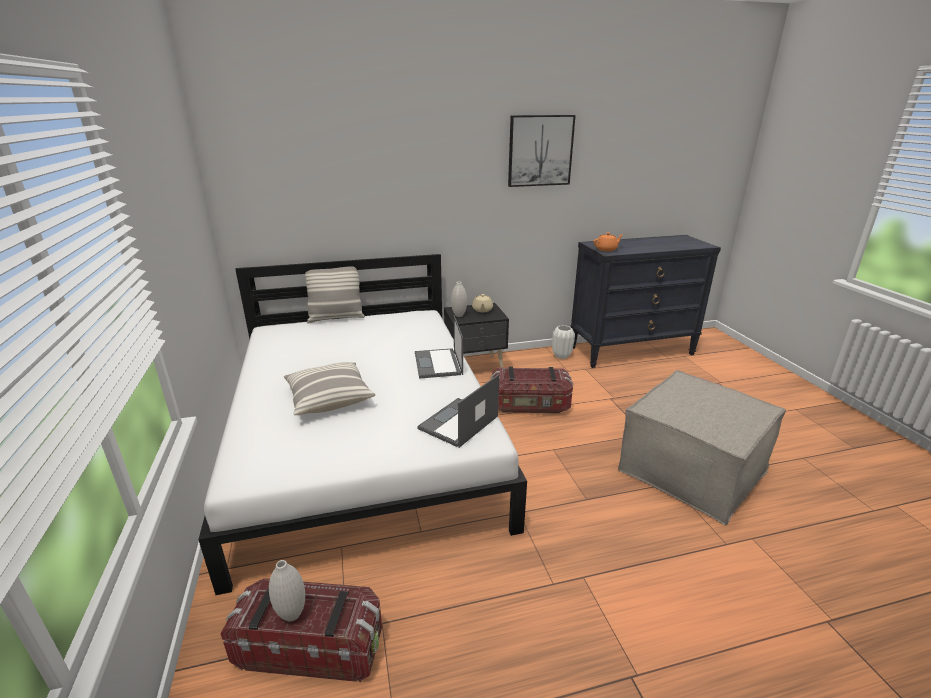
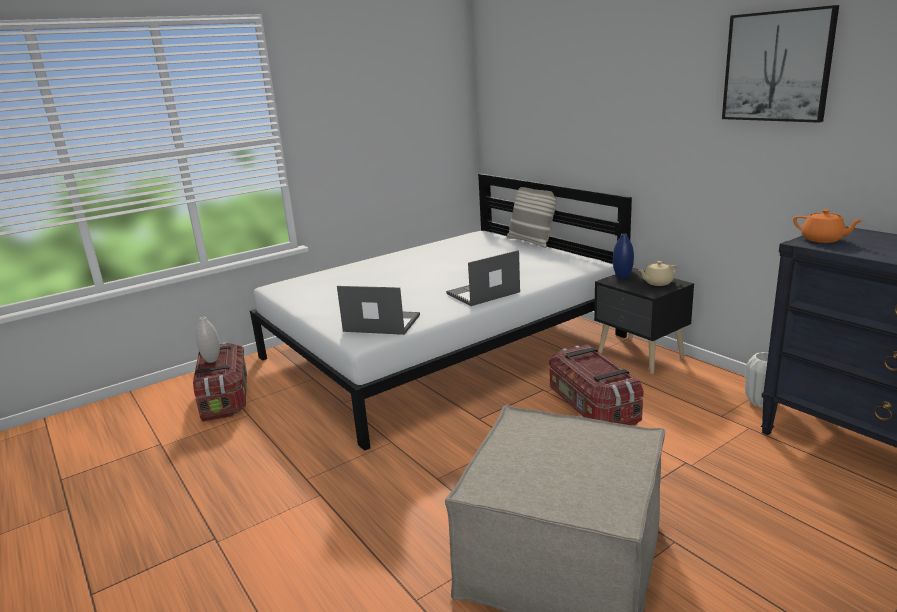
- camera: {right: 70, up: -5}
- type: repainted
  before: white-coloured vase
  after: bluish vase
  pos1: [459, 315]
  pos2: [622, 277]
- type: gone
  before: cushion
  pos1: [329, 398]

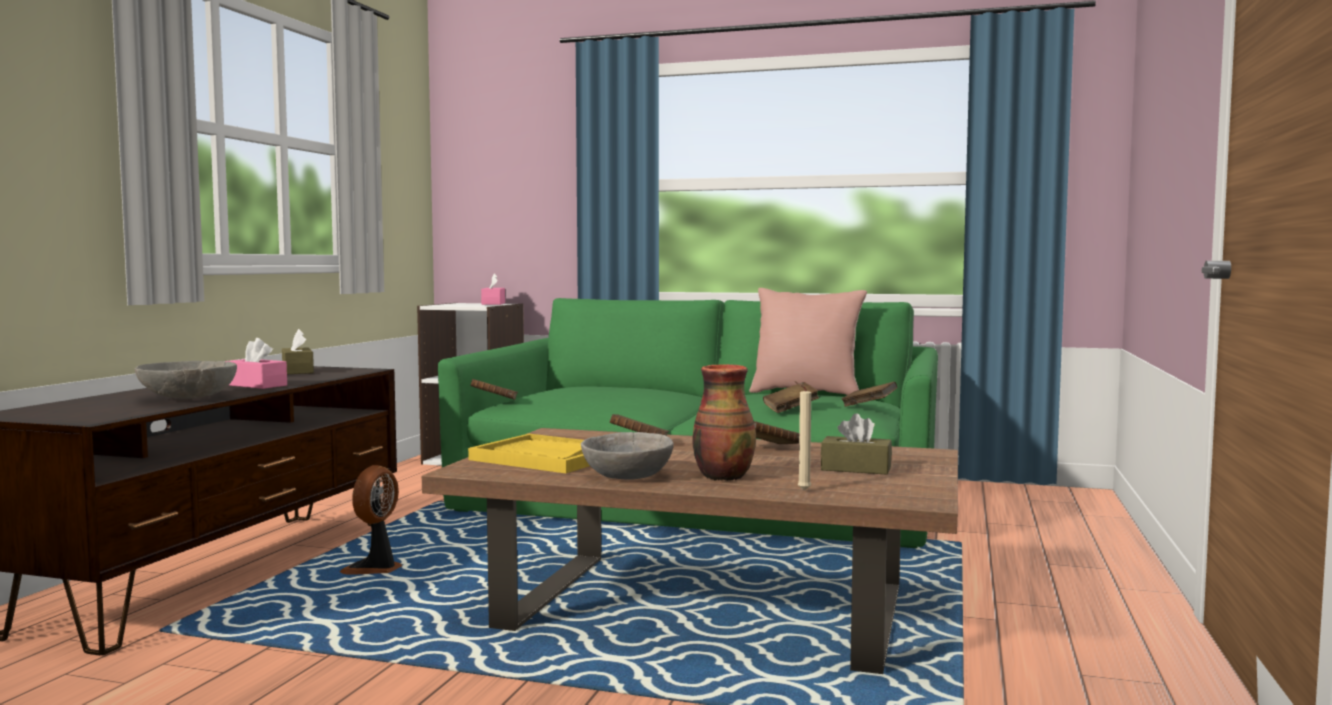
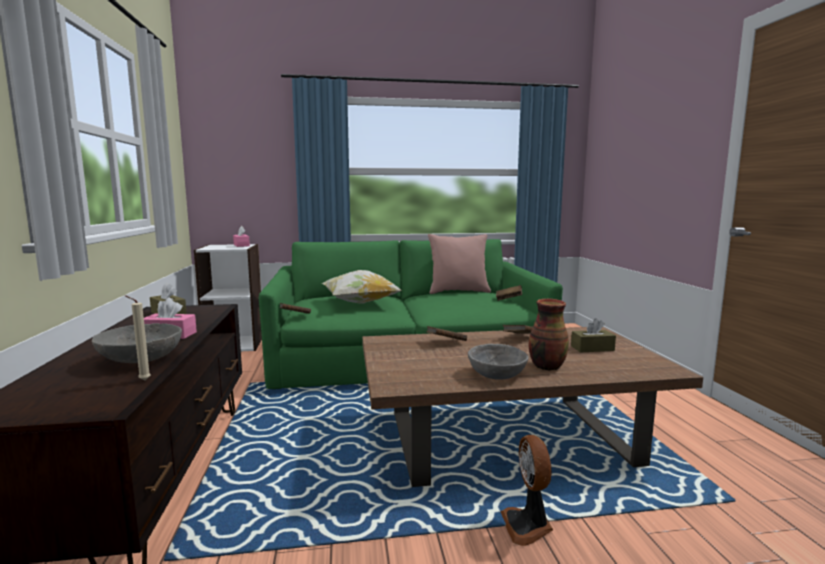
- camera: {right: -25, up: 5}
- type: shifted
  before: beige candle
  pos1: [801, 490]
  pos2: [142, 380]
- type: gone
  before: brown bound book
  pos1: [790, 410]
- type: gone
  before: yellowish carrying tray
  pos1: [545, 458]
- type: shifted
  before: fan
  pos1: [375, 569]
  pos2: [527, 526]
- type: new
  after: cushion
  pos2: [360, 303]

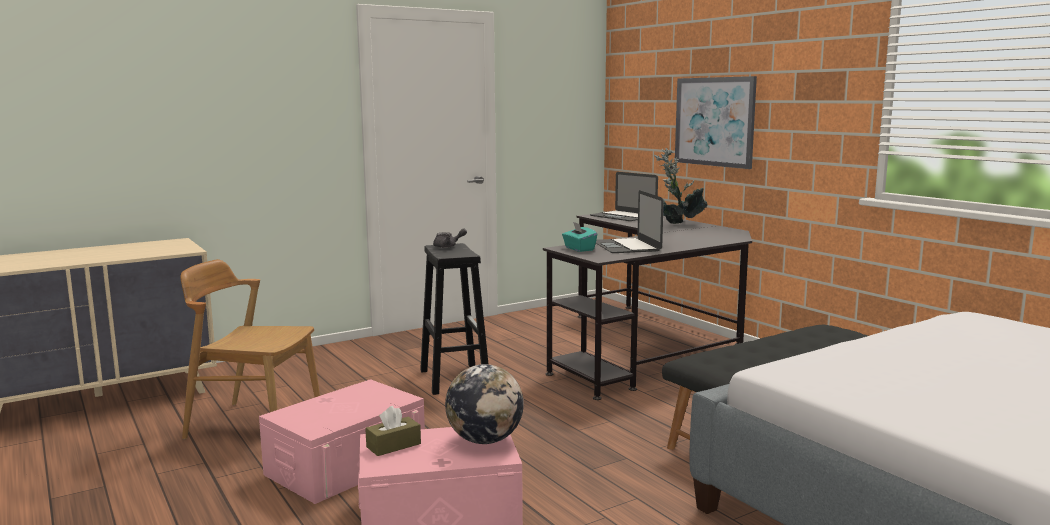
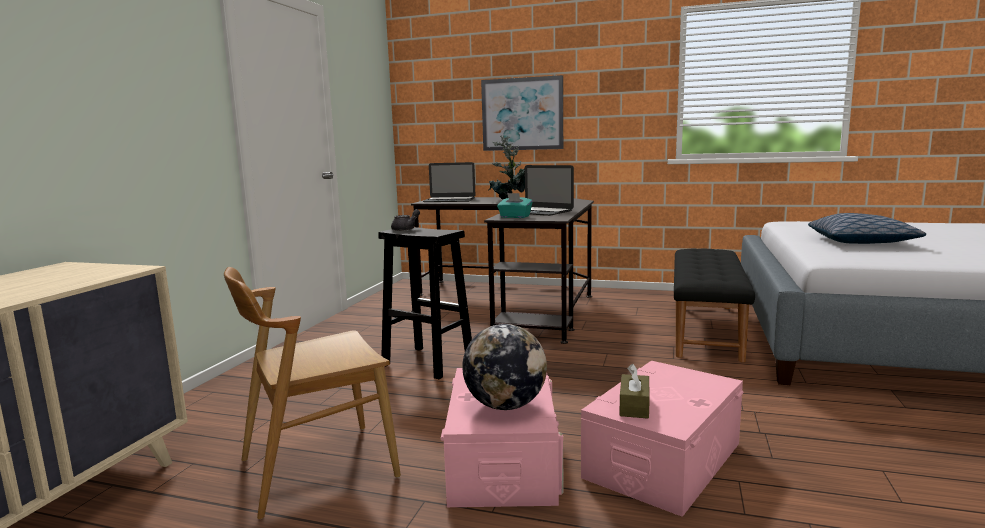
- camera: {right: -40, up: 0}
- type: shifted
  before: globe
  pos1: [485, 440]
  pos2: [505, 405]
- type: new
  after: cushion
  pos2: [861, 242]

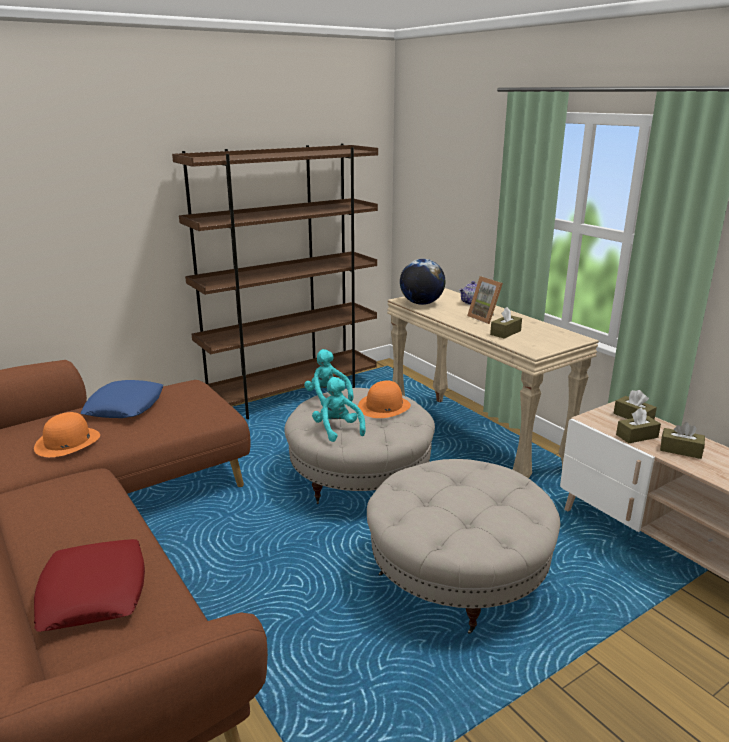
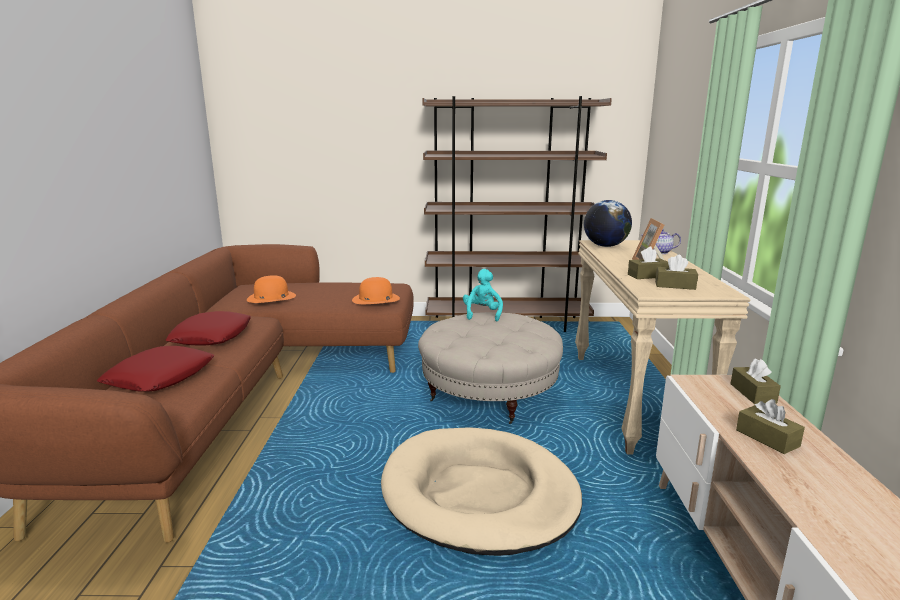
- camera: {right: 35, up: -5}
- type: gone
  before: turquoise soft toy
  pos1: [337, 429]
- type: gone
  before: bluish cushion
  pos1: [125, 406]
- type: shifted
  before: orange-coloured wearable hat
  pos1: [384, 406]
  pos2: [375, 299]
- type: shifted
  before: brown box of tissues
  pos1: [637, 436]
  pos2: [675, 285]
- type: swapped
  before: beige ottoman
  after: beige pet bed
  pos1: [458, 574]
  pos2: [479, 494]
- type: new
  after: reddish cushion
  pos2: [211, 336]

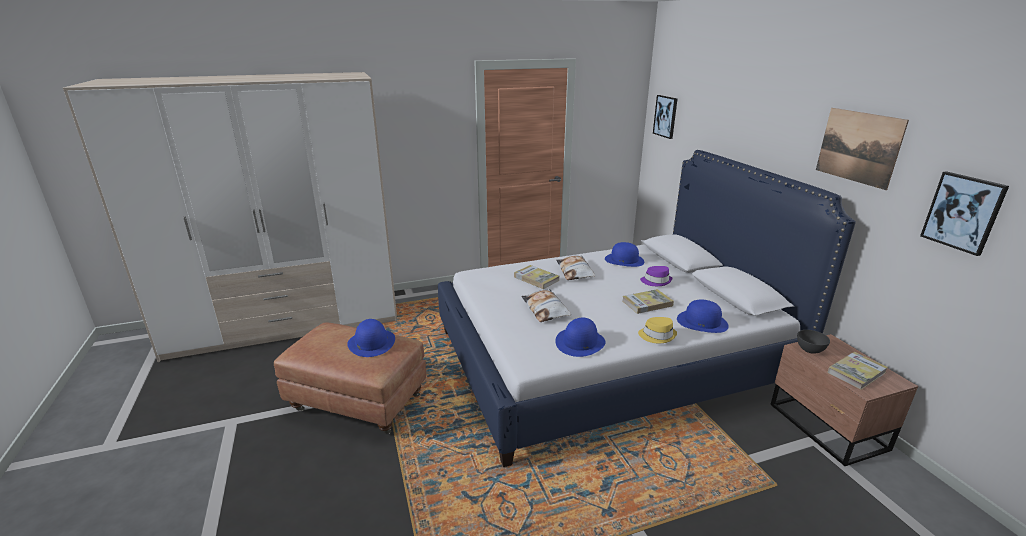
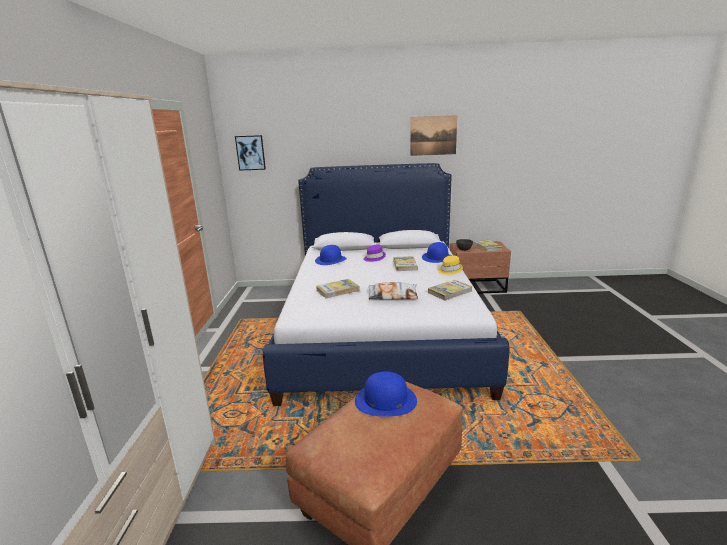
- camera: {right: -70, up: -5}
- type: gone
  before: wall art
  pos1: [963, 212]
- type: gone
  before: cushion
  pos1: [575, 271]
- type: swapped
  before: bluish wearable hat
  after: bound book
  pos1: [580, 342]
  pos2: [450, 292]

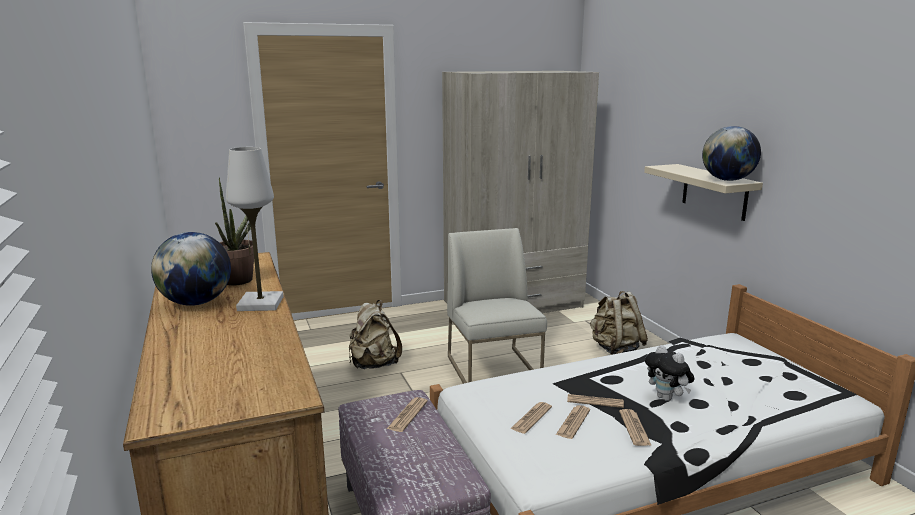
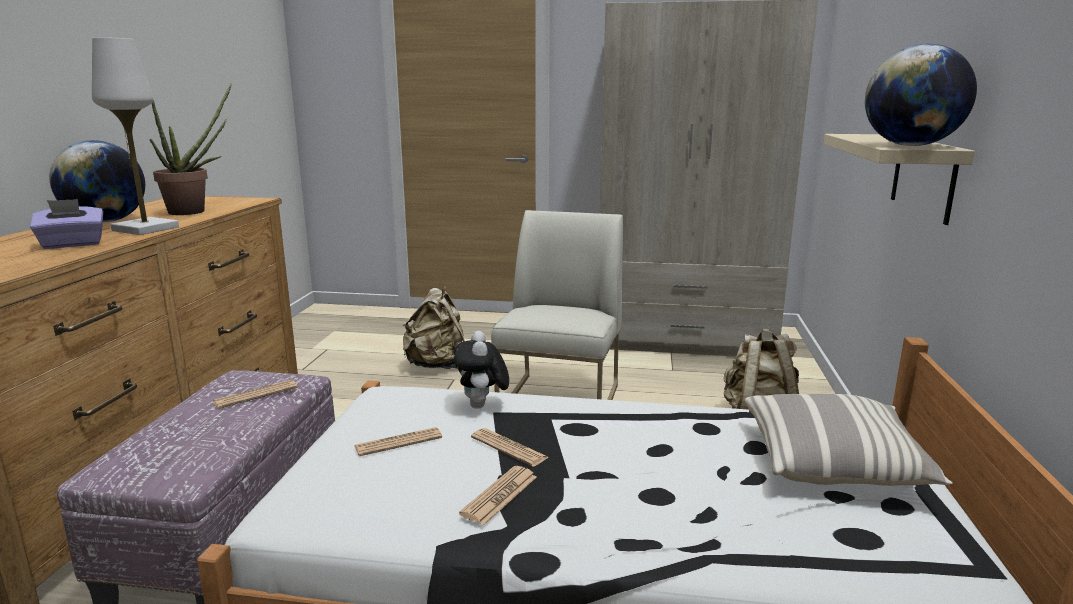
- camera: {right: 30, up: 0}
- type: shifted
  before: soft toy
  pos1: [667, 398]
  pos2: [482, 406]
- type: gone
  before: newspaper
  pos1: [573, 422]
- type: new
  after: purplish box of tissues
  pos2: [72, 244]
- type: new
  after: cushion
  pos2: [833, 463]

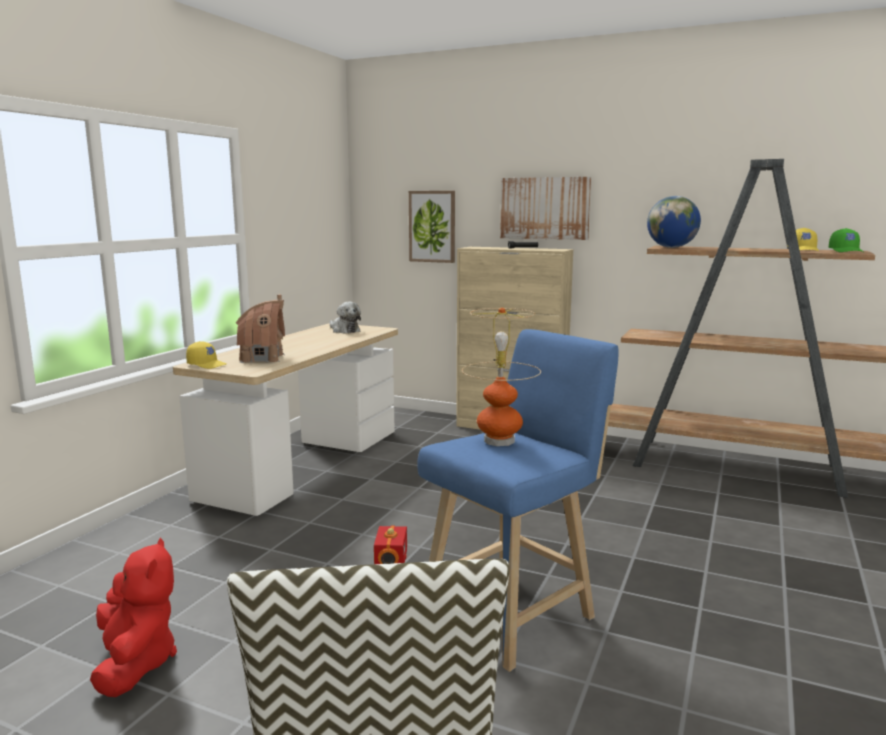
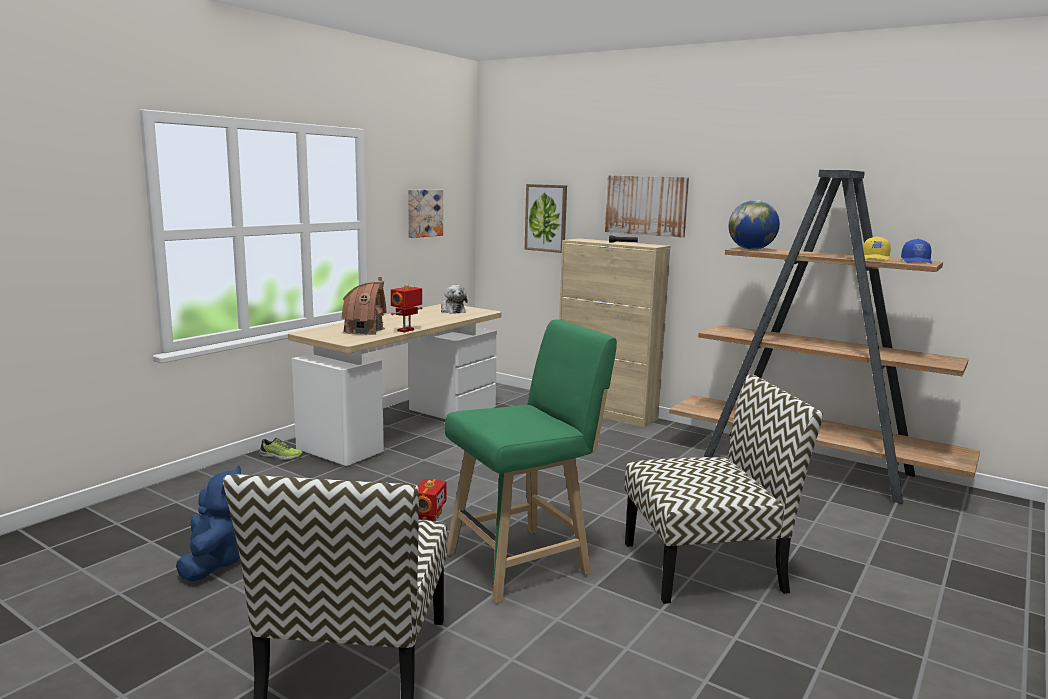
- camera: {right: 10, up: 0}
- type: repainted
  before: green cap
  after: bluish cap
  pos1: [846, 251]
  pos2: [917, 261]
- type: gone
  before: tabletop lamp
  pos1: [498, 441]
- type: repainted
  before: bluish sitting stool
  after: green sitting stool
  pos1: [514, 612]
  pos2: [524, 562]
- type: gone
  before: yellowish cap
  pos1: [207, 365]
- type: repainted
  before: reddish soft toy
  after: bluish soft toy
  pos1: [135, 663]
  pos2: [214, 562]
- type: new
  after: wall art
  pos2: [424, 213]
- type: new
  after: model robot
  pos2: [406, 330]
- type: new
  after: upright chair
  pos2: [705, 566]
- type: new
  after: shoe
  pos2: [280, 456]

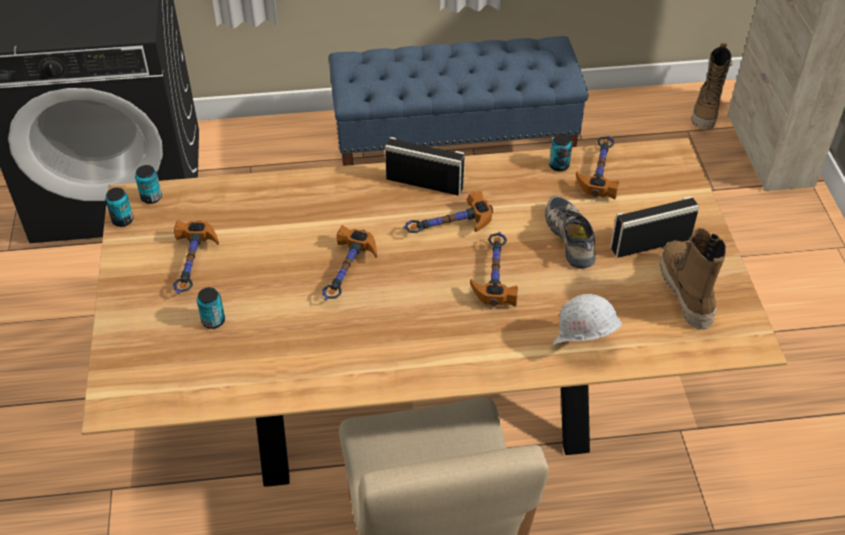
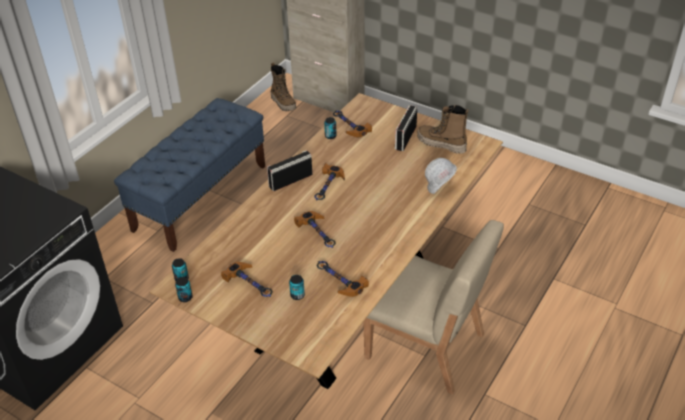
- camera: {right: -50, up: -5}
- type: gone
  before: shoe
  pos1: [572, 237]
- type: shifted
  before: tool hammer
  pos1: [494, 274]
  pos2: [338, 282]

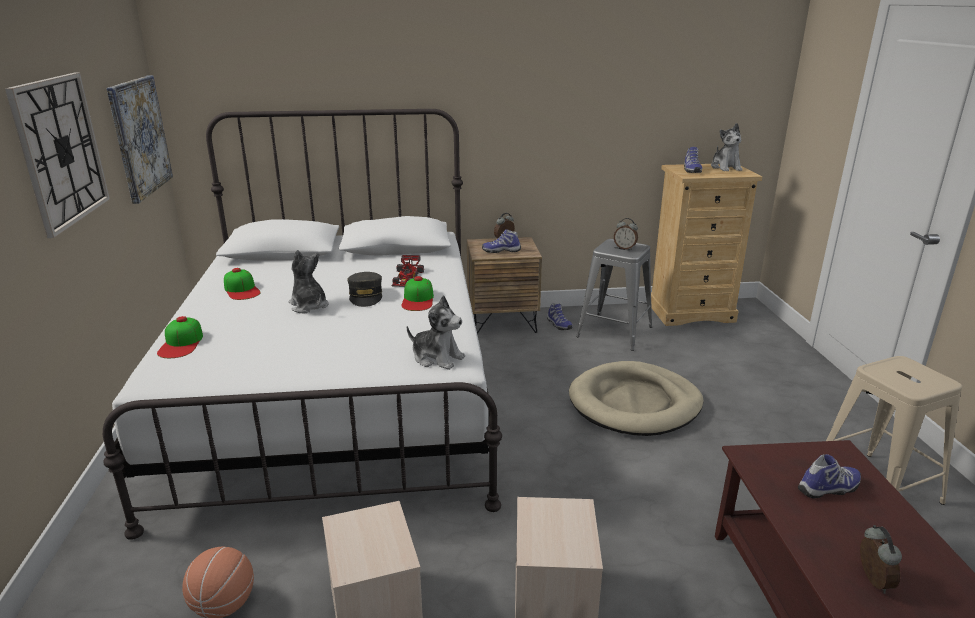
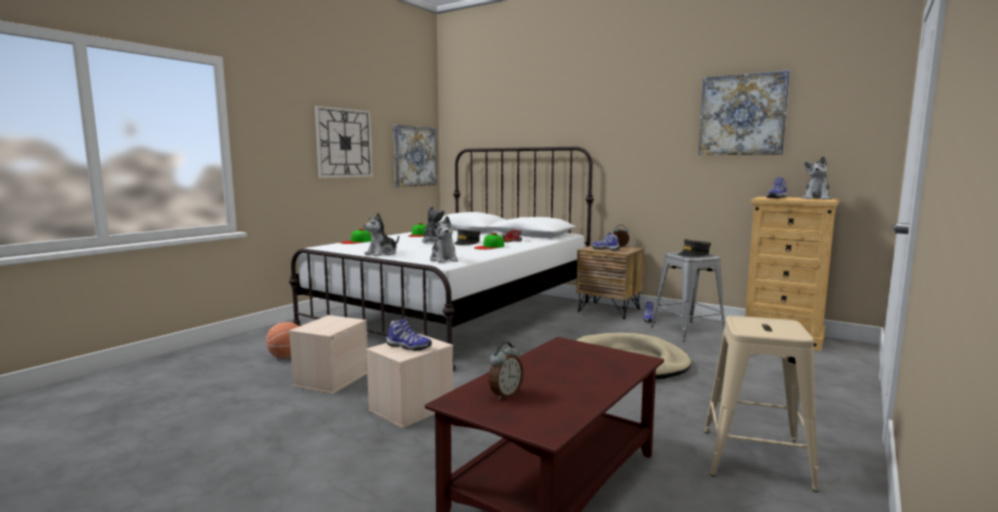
- camera: {right: 40, up: -15}
- type: swapped
  before: table clock
  after: greyish cap
  pos1: [625, 248]
  pos2: [694, 254]
- type: shifted
  before: shoe
  pos1: [829, 489]
  pos2: [408, 347]
- type: new
  after: wall art
  pos2: [742, 115]
- type: new
  after: soft toy
  pos2: [382, 253]

